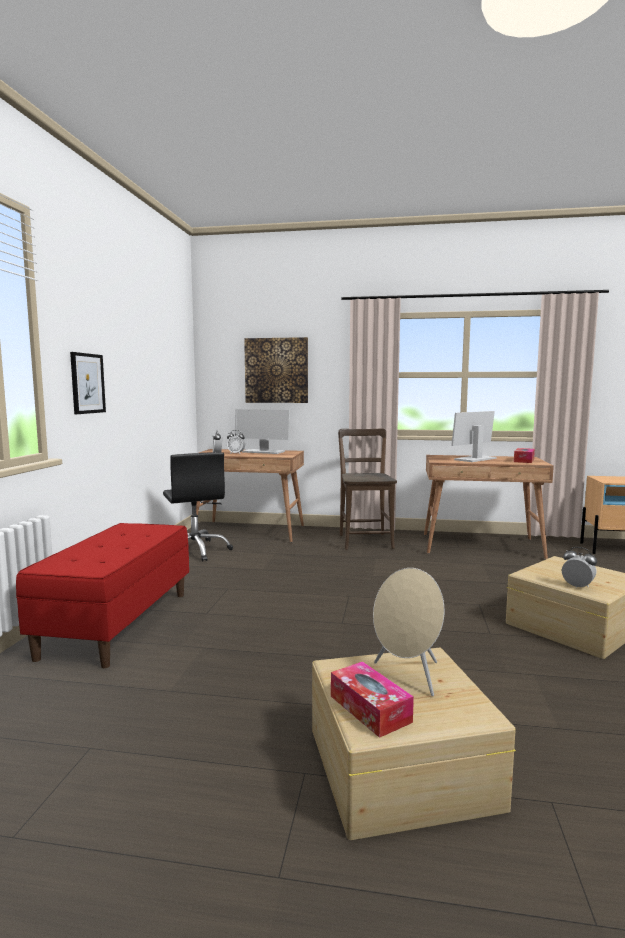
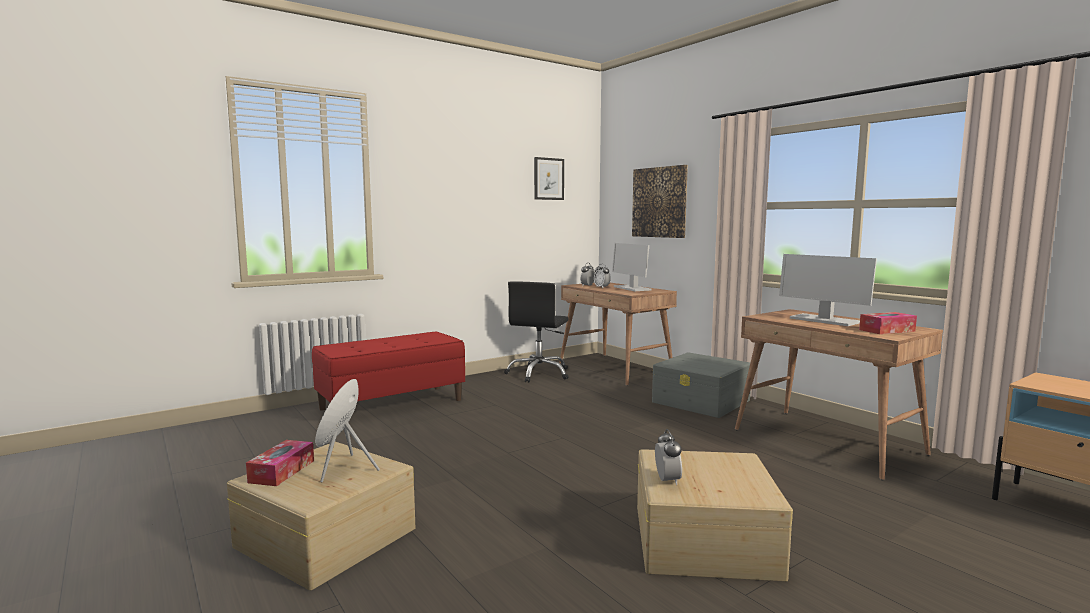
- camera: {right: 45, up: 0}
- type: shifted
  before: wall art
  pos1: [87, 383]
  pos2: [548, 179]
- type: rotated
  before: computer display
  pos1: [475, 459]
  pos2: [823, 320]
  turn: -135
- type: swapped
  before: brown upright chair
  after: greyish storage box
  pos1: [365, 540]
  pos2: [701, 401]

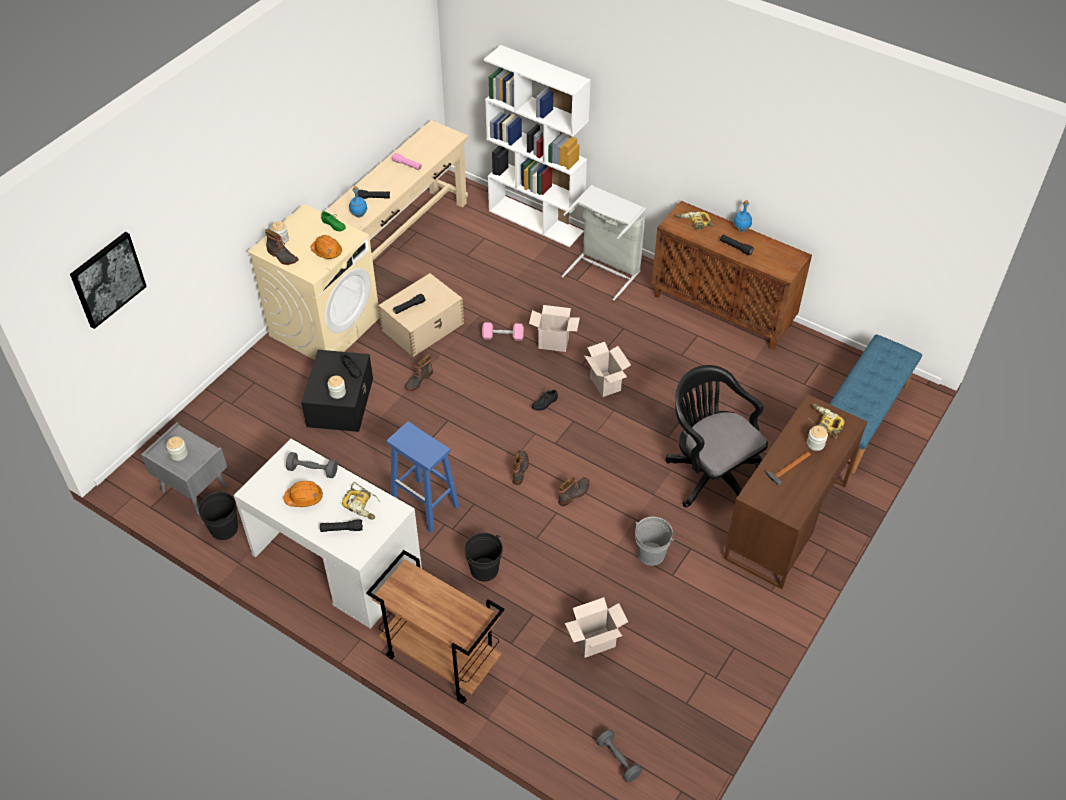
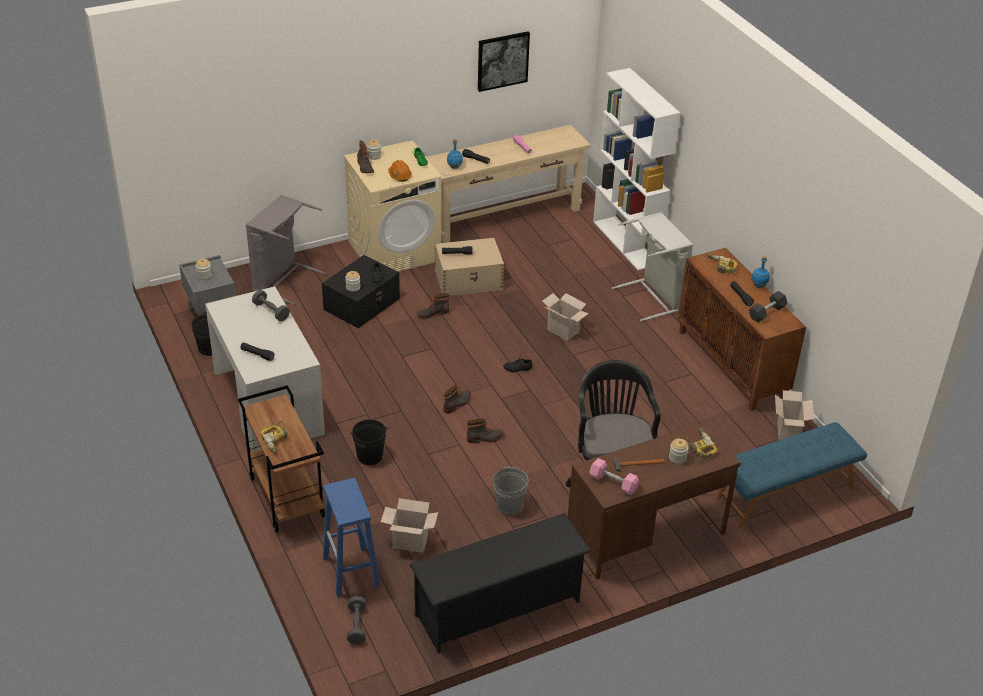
- camera: {right: 30, up: -10}
- type: shifted
  before: wall art
  pos1: [107, 279]
  pos2: [502, 60]
- type: shifted
  before: pinkish free weight
  pos1: [503, 336]
  pos2: [613, 483]
- type: shifted
  before: packing box
  pos1: [606, 384]
  pos2: [788, 433]
- type: shifted
  before: bluish sitting stool
  pos1: [426, 506]
  pos2: [351, 572]
- type: gone
  before: orange-coloured work helmet
  pos1: [304, 498]
- type: shifted
  before: electric drill
  pos1: [363, 504]
  pos2: [277, 441]
- type: new
  after: greyish washing basket
  pos2: [283, 280]
- type: new
  after: black free weight
  pos2: [767, 312]
- type: new
  after: black shoe shelf
  pos2: [498, 608]

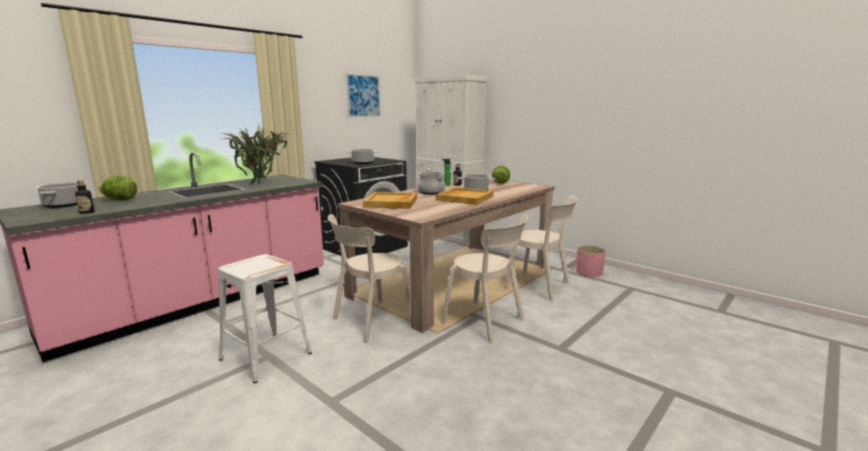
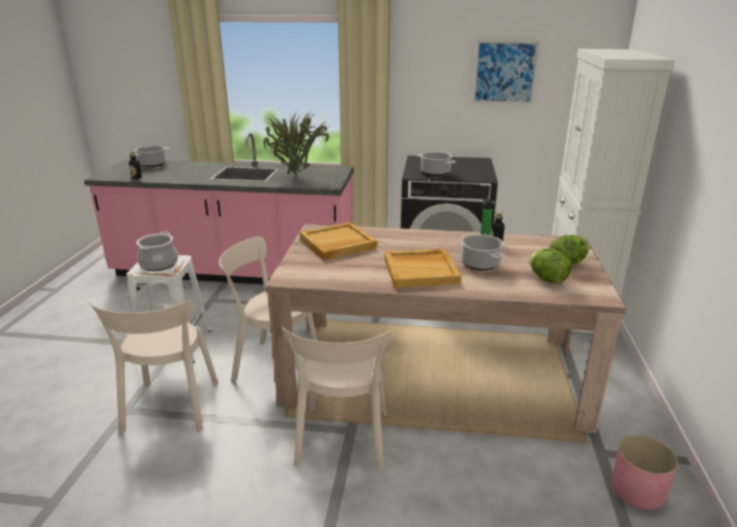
- camera: {right: 55, up: 10}
- type: shifted
  before: cooking pot
  pos1: [431, 192]
  pos2: [159, 264]
- type: shifted
  before: lettuce
  pos1: [120, 200]
  pos2: [547, 279]
- type: shifted
  before: beige upright chair
  pos1: [540, 287]
  pos2: [170, 410]

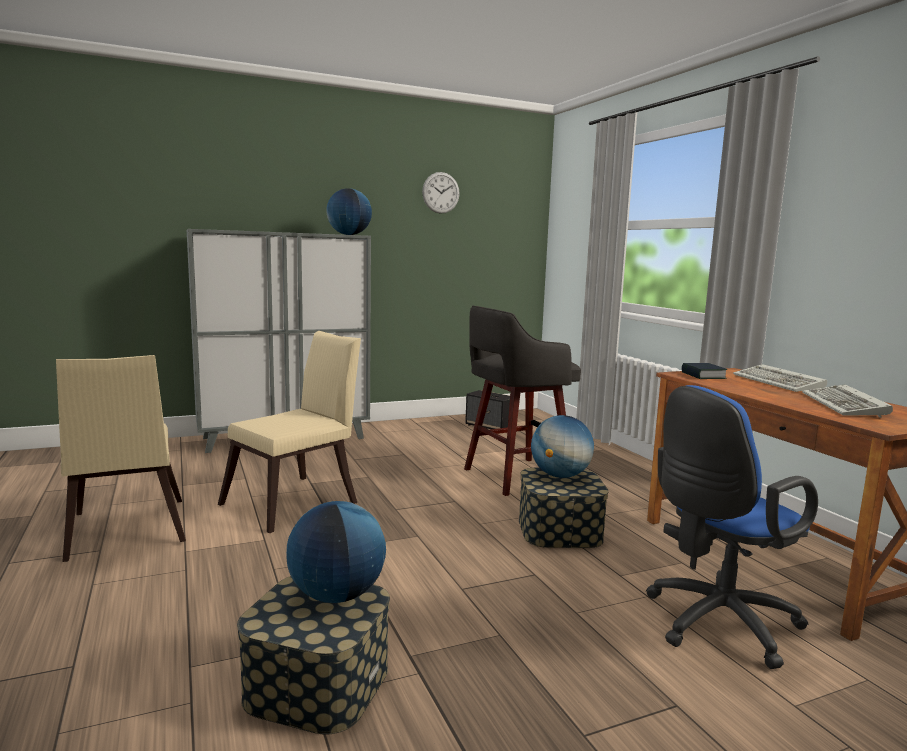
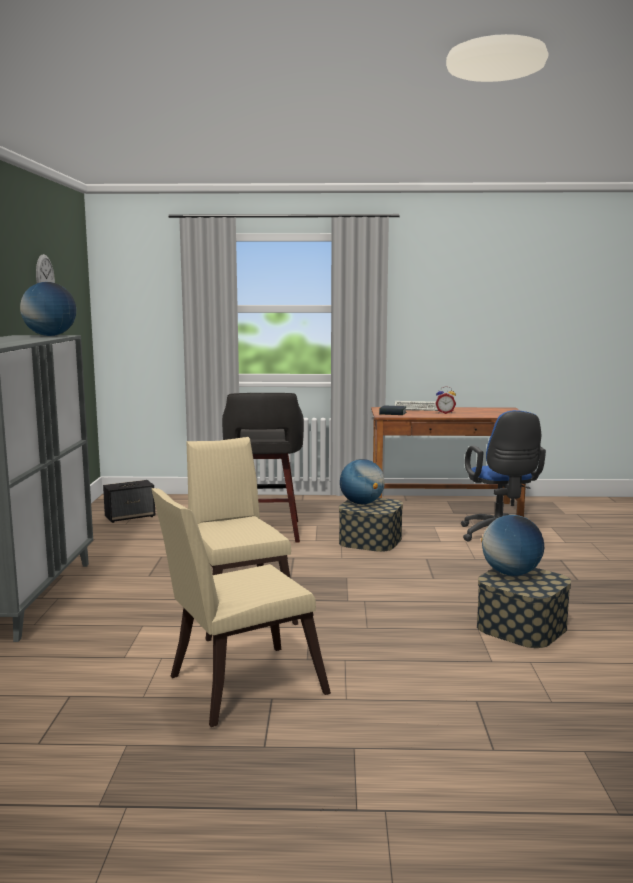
- camera: {right: -65, up: 0}
- type: rotated
  before: beige upright chair
  pos1: [125, 532]
  pos2: [237, 686]
  turn: 150
- type: gone
  before: computer keyboard
  pos1: [846, 406]
- type: new
  after: table clock
  pos2: [445, 413]

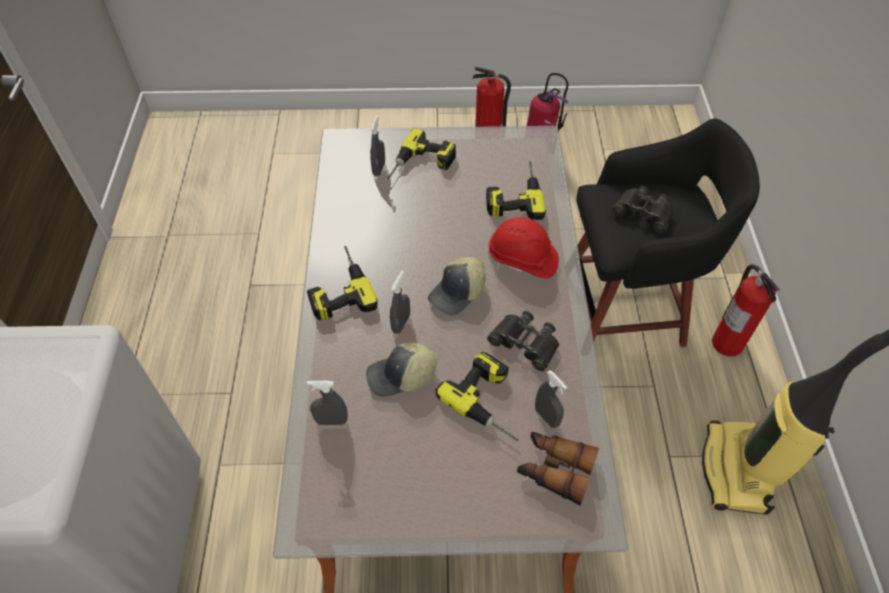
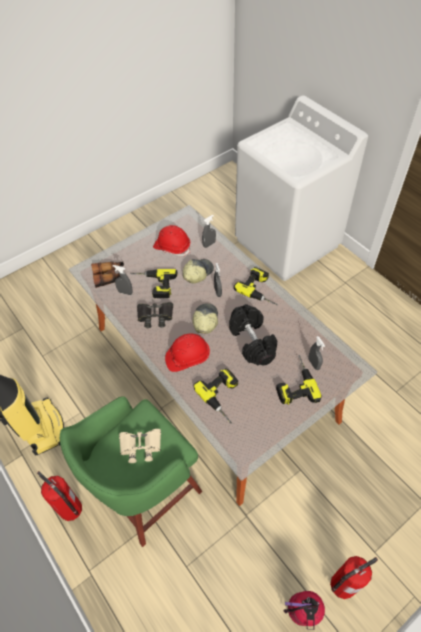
- camera: {right: 145, up: 0}
- type: repainted
  before: black sitting stool
  after: green sitting stool
  pos1: [626, 308]
  pos2: [145, 492]
- type: repainted
  before: black binoculars
  after: beige binoculars
  pos1: [643, 212]
  pos2: [140, 446]
- type: new
  after: reddish work helmet
  pos2: [172, 247]
- type: new
  after: black free weight
  pos2: [252, 342]

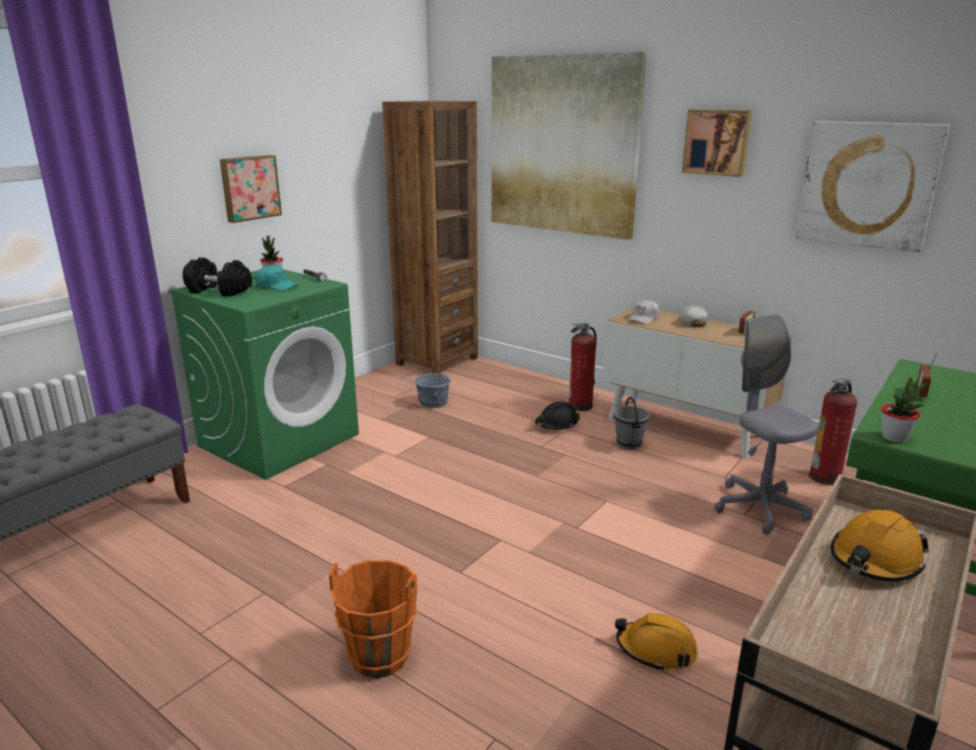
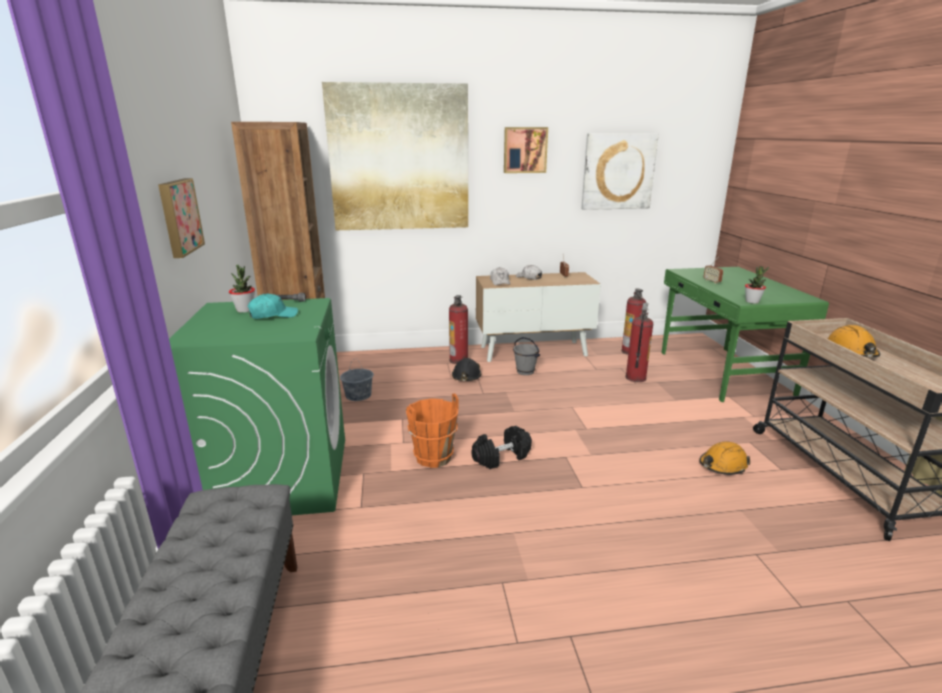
- camera: {right: -45, up: 0}
- type: shifted
  before: black free weight
  pos1: [219, 291]
  pos2: [501, 457]
- type: swapped
  before: greyish office chair
  after: fire extinguisher
  pos1: [759, 508]
  pos2: [635, 377]
- type: shifted
  before: orange-coloured water bucket
  pos1: [379, 656]
  pos2: [433, 457]

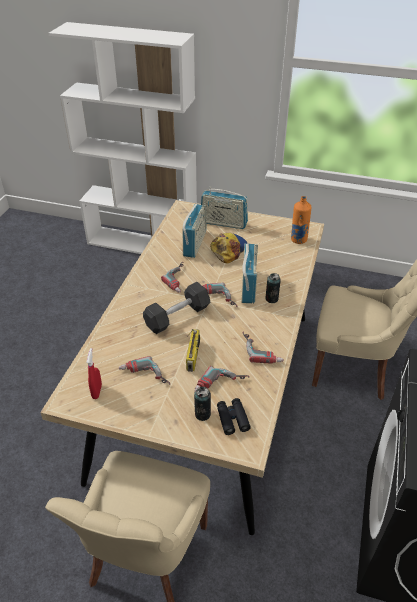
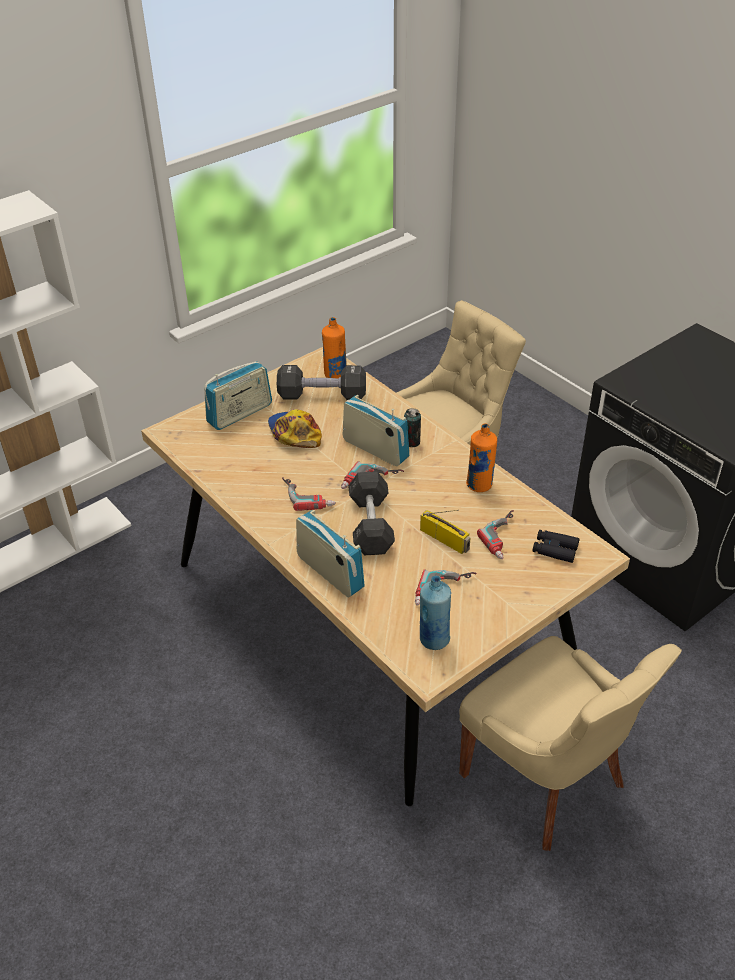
- camera: {right: -55, up: 0}
- type: shifted
  before: radio receiver
  pos1: [194, 244]
  pos2: [330, 572]
- type: swapped
  before: electric drill
  after: orange-coloured bottle
  pos1: [262, 349]
  pos2: [479, 485]
- type: swapped
  before: reddish hand sprayer
  after: bluish bottle
  pos1: [97, 391]
  pos2: [434, 639]
- type: gone
  before: sealed can
  pos1: [202, 414]
- type: new
  after: black free weight
  pos2: [322, 395]

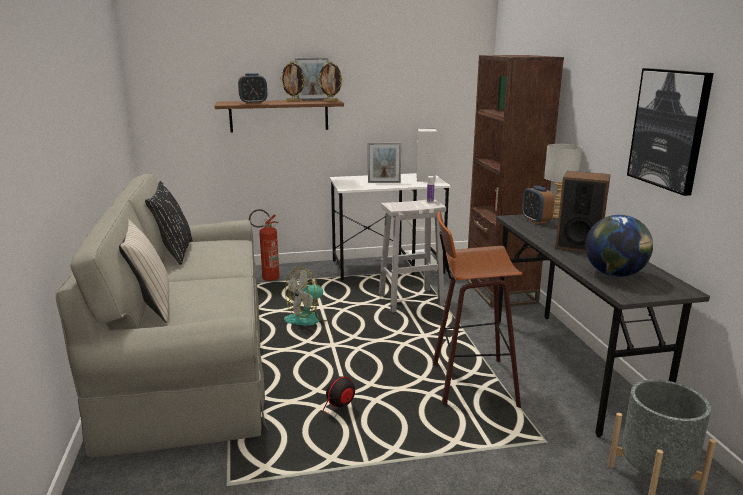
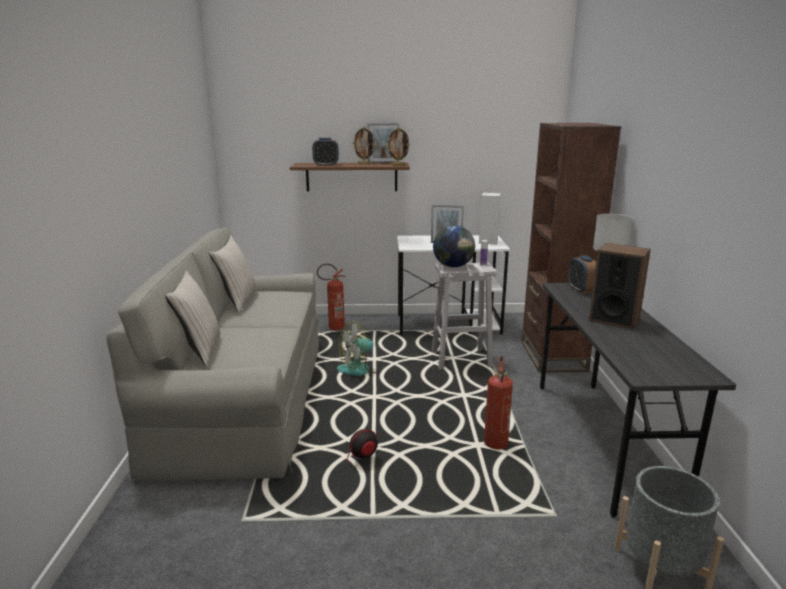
- camera: {right: 10, up: 0}
- type: gone
  before: wall art
  pos1: [669, 129]
- type: repainted
  before: black cushion
  after: beige cushion
  pos1: [174, 253]
  pos2: [238, 301]
- type: swapped
  before: sitting stool
  after: fire extinguisher
  pos1: [470, 383]
  pos2: [496, 447]
- type: shifted
  before: globe
  pos1: [614, 274]
  pos2: [453, 266]

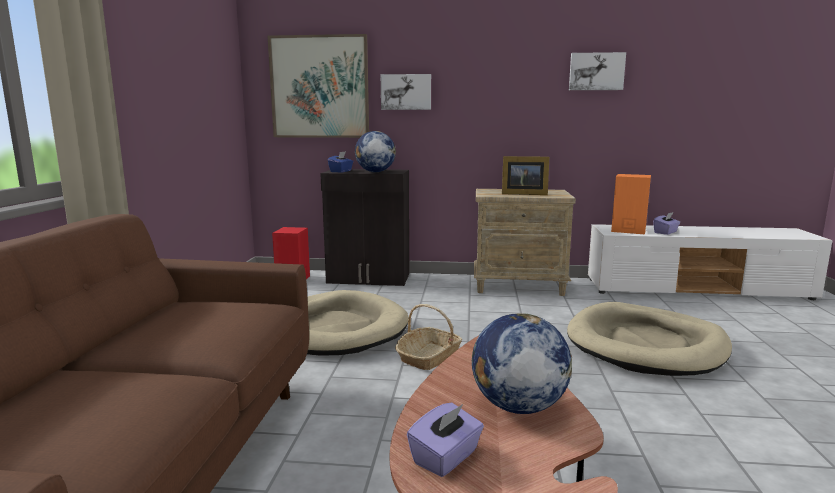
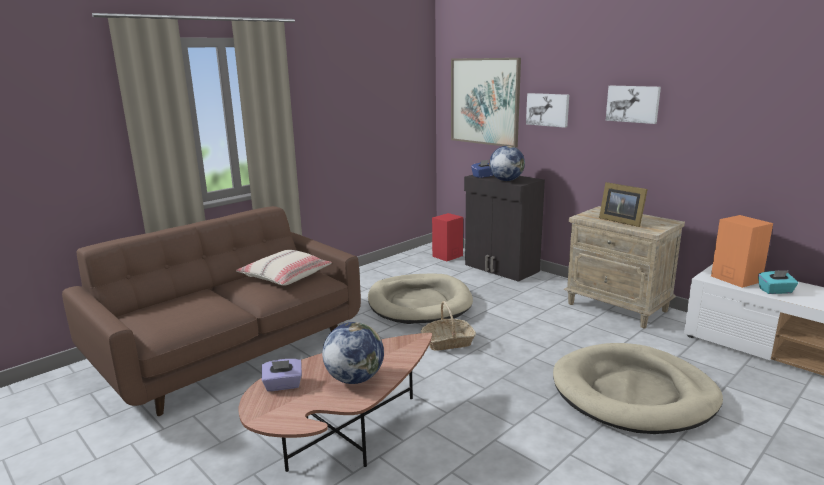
- camera: {right: 40, up: 5}
- type: shifted
  before: wall art
  pos1: [596, 71]
  pos2: [633, 104]
- type: repainted
  before: purplish box of tissues
  after: turquoise box of tissues
  pos1: [665, 232]
  pos2: [775, 291]
- type: new
  after: beige cushion
  pos2: [285, 276]

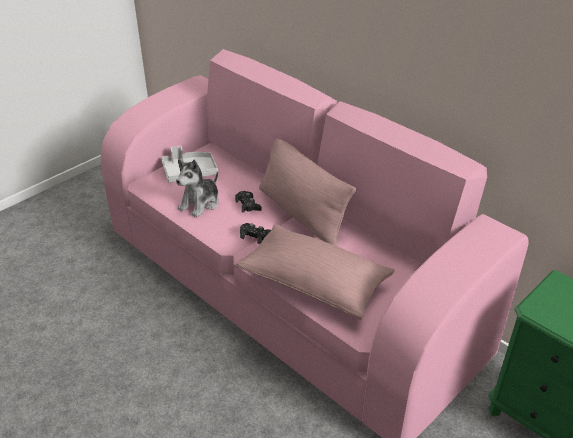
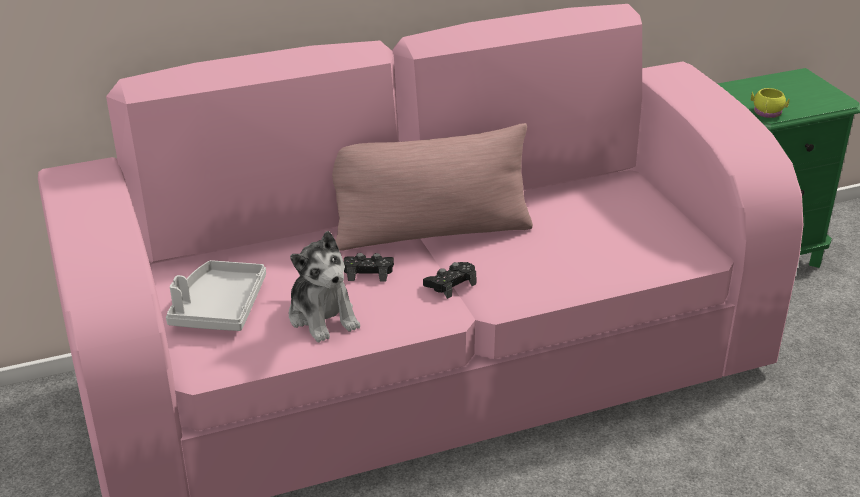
- camera: {right: -65, up: -5}
- type: gone
  before: pinkish cushion
  pos1: [314, 283]
- type: new
  after: yellowish tea mug
  pos2: [767, 113]

